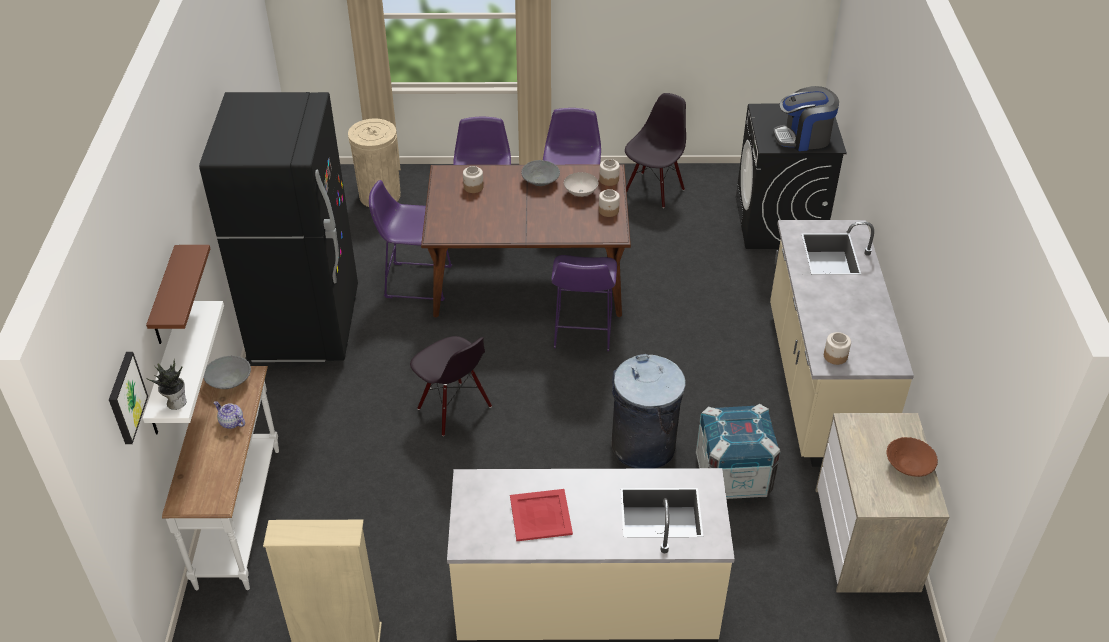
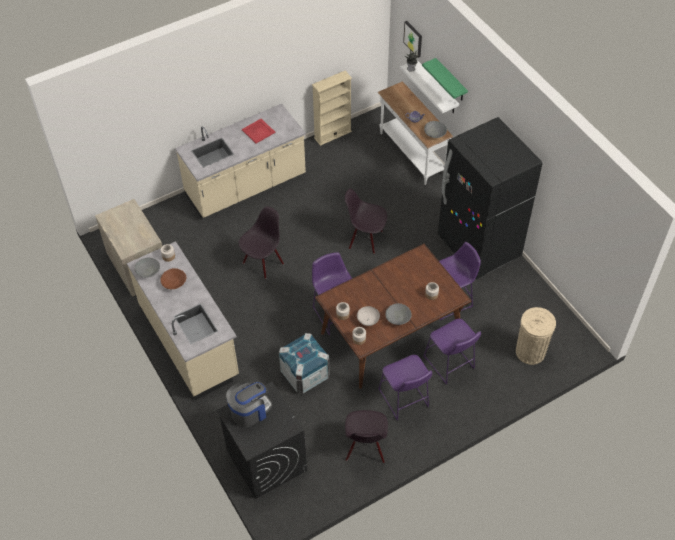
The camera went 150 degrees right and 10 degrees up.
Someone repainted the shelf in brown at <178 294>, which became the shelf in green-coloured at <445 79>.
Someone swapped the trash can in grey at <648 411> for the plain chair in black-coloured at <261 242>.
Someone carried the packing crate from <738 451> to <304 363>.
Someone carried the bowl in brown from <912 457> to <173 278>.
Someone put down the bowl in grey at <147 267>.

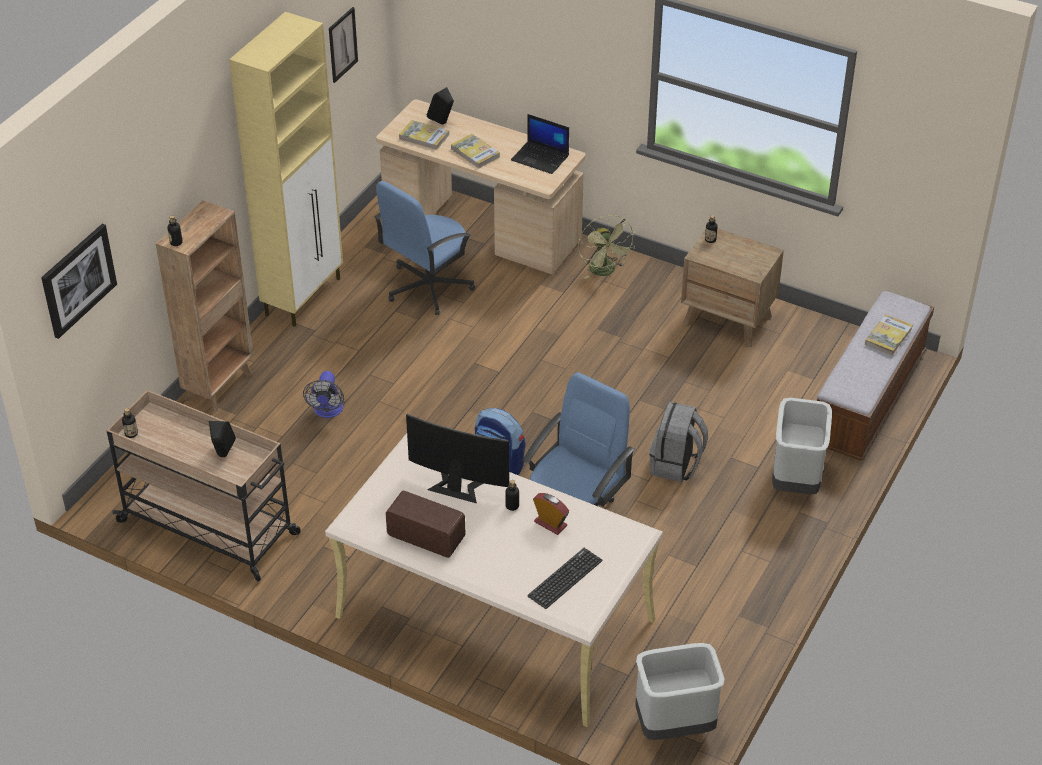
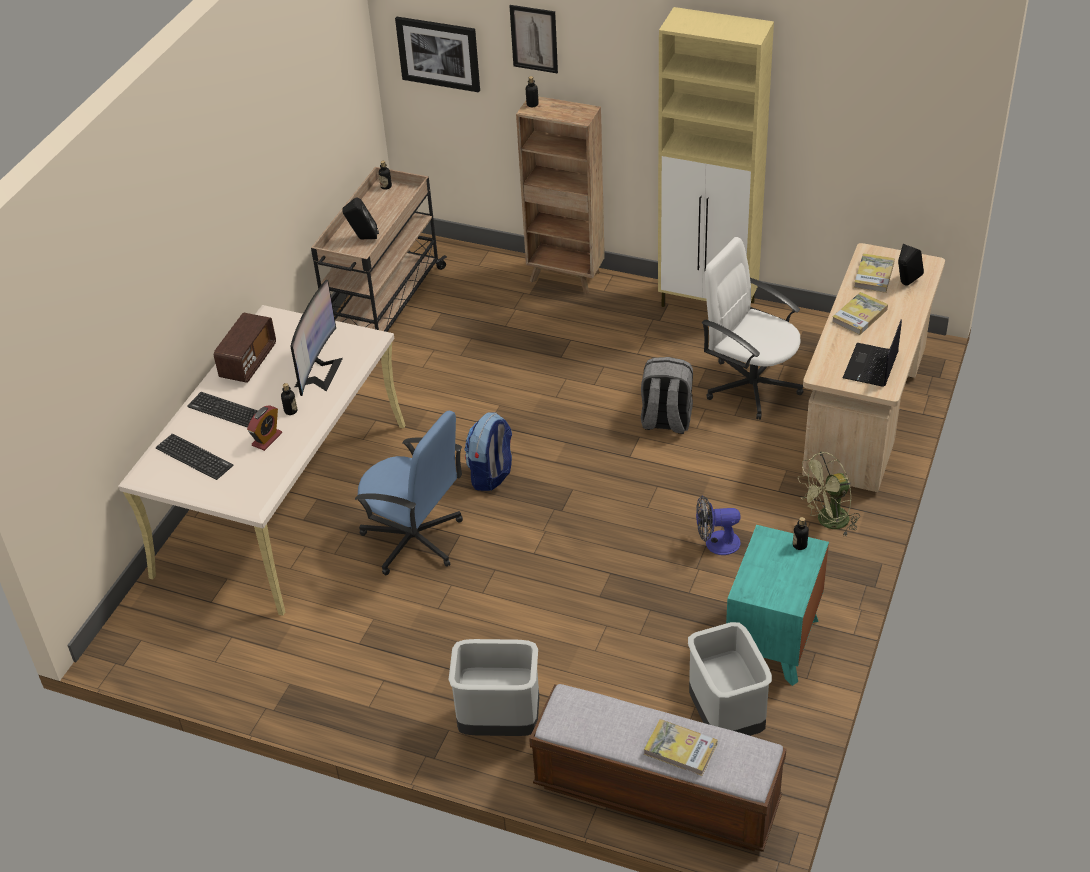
The camera went 85 degrees right and 0 degrees up.
Someone carried the picture from <343 45> to <534 39>.
Someone repainted the computer chair in blue-coloured at <424 248>, which became the computer chair in white at <753 328>.
Someone repainted the night table in brown at <732 288>, which became the night table in blue-green at <777 605>.
Someone carried the cooling fan from <323 394> to <718 525>.
Someone carried the backpack in grey from <678 442> to <667 395>.
Someone carried the trash can in grey from <680 691> to <730 679>.
Someone put down the computer keyboard at <222 410>.

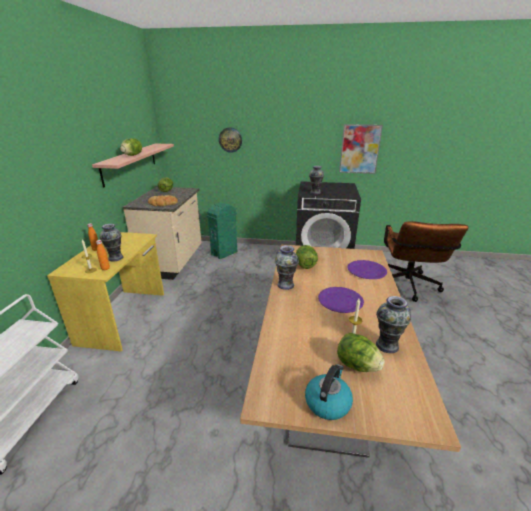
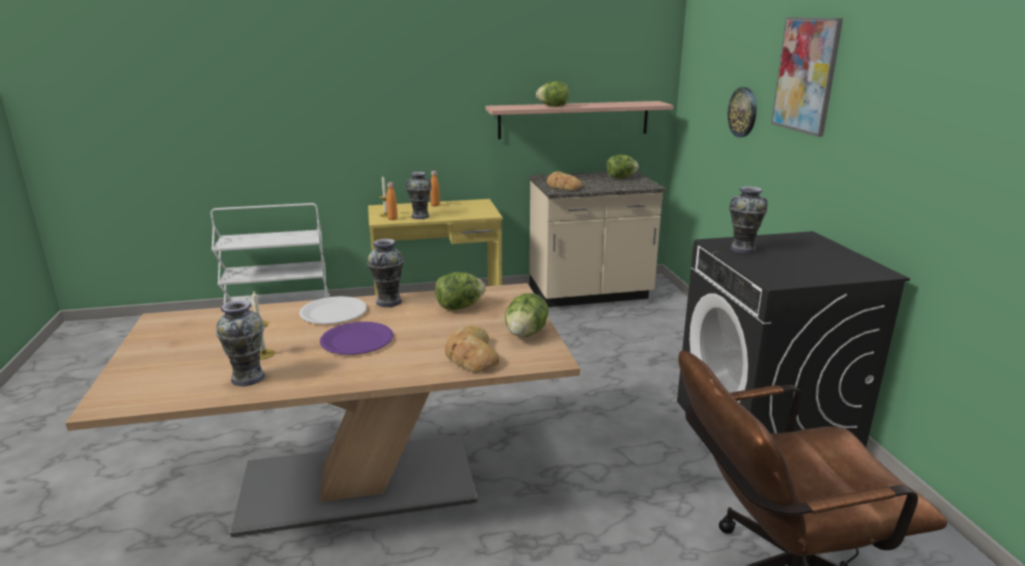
The camera went 70 degrees right and 5 degrees down.
Someone carried the picture from <361 149> to <807 77>.
Someone took away the trash can in green-coloured at <221 231>.
Someone swapped the dinner plate in purple at <367 269> for the baked bread at <472 349>.
Someone carried the head of lettuce from <361 352> to <527 315>.
Someone took away the kettle at <329 392>.
Someone put down the dinner plate in white at <333 310>.

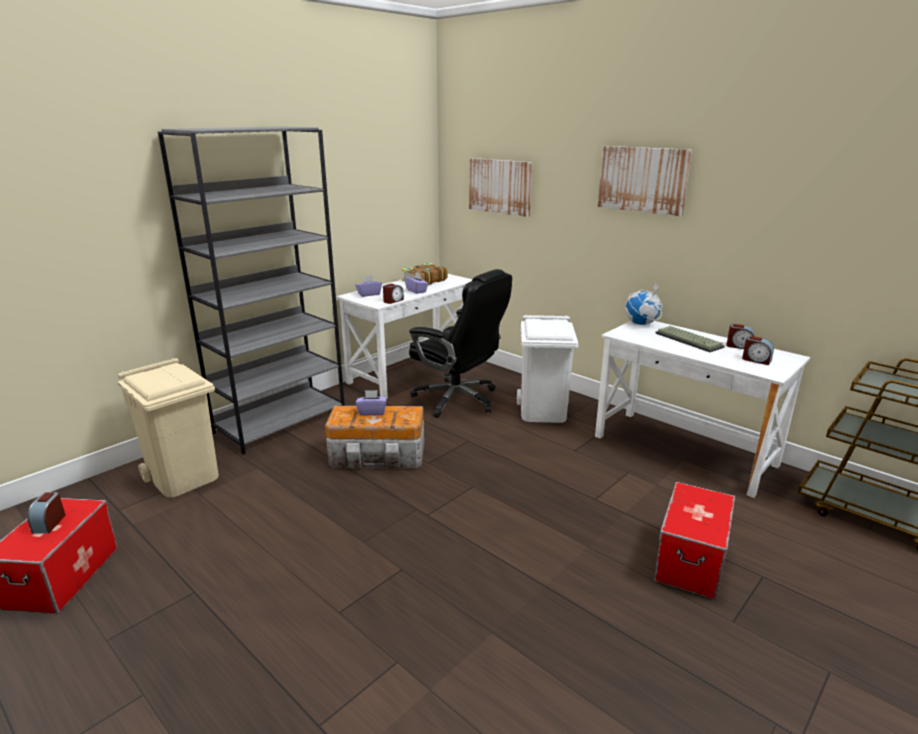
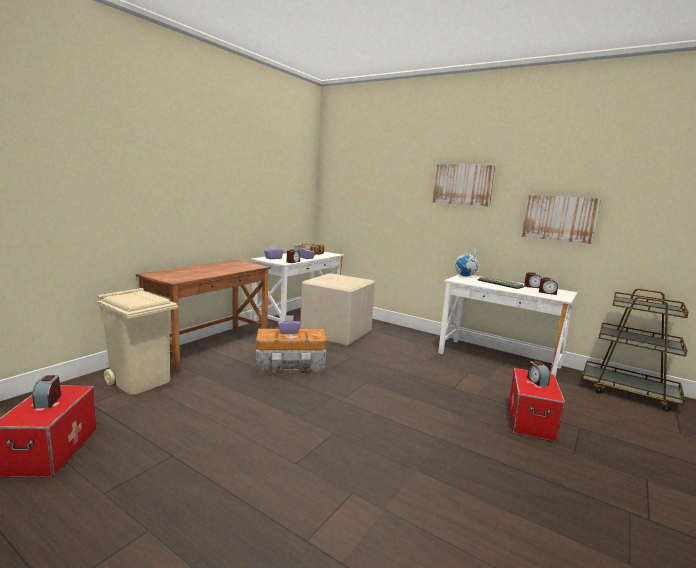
The camera went 10 degrees left and 10 degrees down.
Someone swapped the shelving unit in grey at <251 290> for the desk in brown at <203 315>.
Someone carried the picture from <500 187> to <561 219>.
Someone swapped the computer chair in black-coloured at <460 343> for the cardboard box at <337 309>.
Someone took away the trash can in white at <547 369>.
Someone put down the alarm clock at <538 373>.

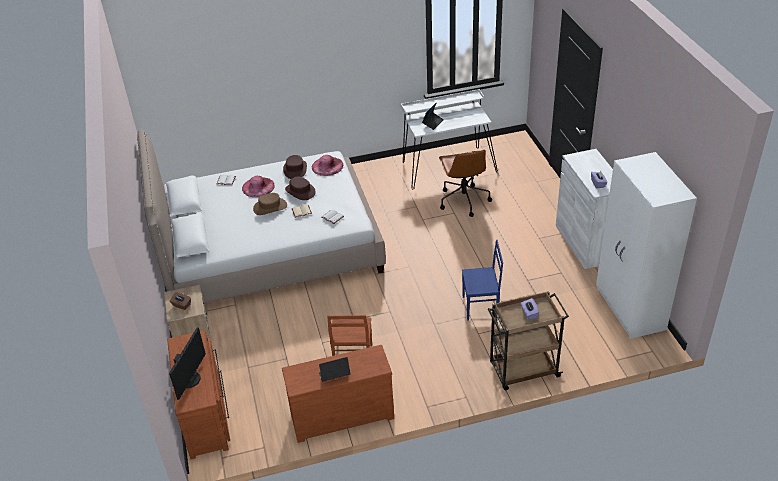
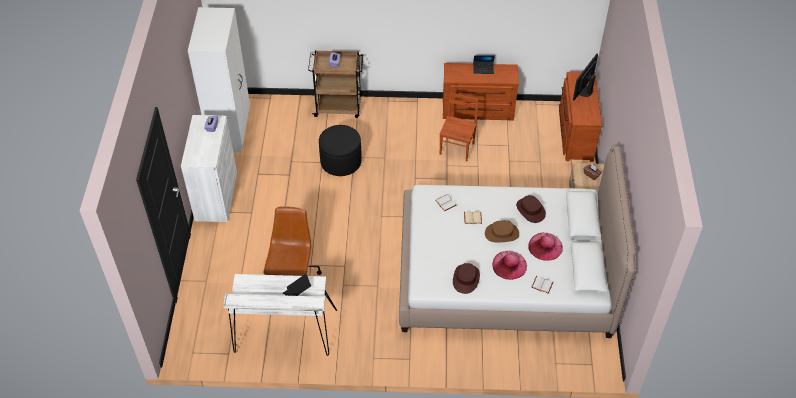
The camera went 165 degrees left and 10 degrees up.
Someone carried the hat in pink from <327 165> to <545 247>.
Someone carried the hat in brown from <300 188> to <531 209>.
Someone swapped the plain chair in blue-coloured at <482 280> for the ottoman in black-coloured at <340 150>.

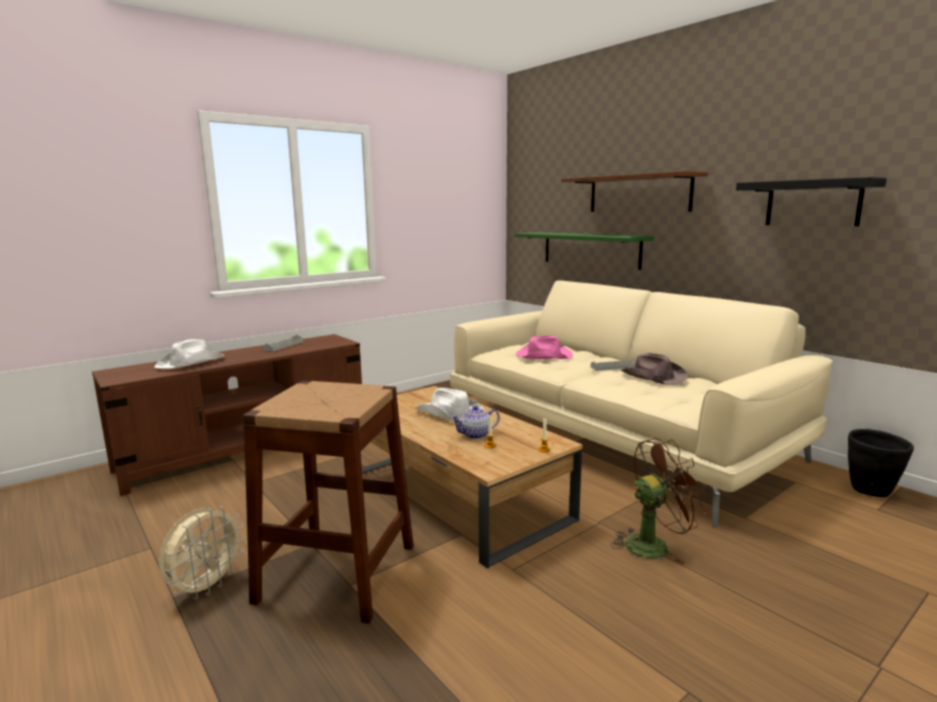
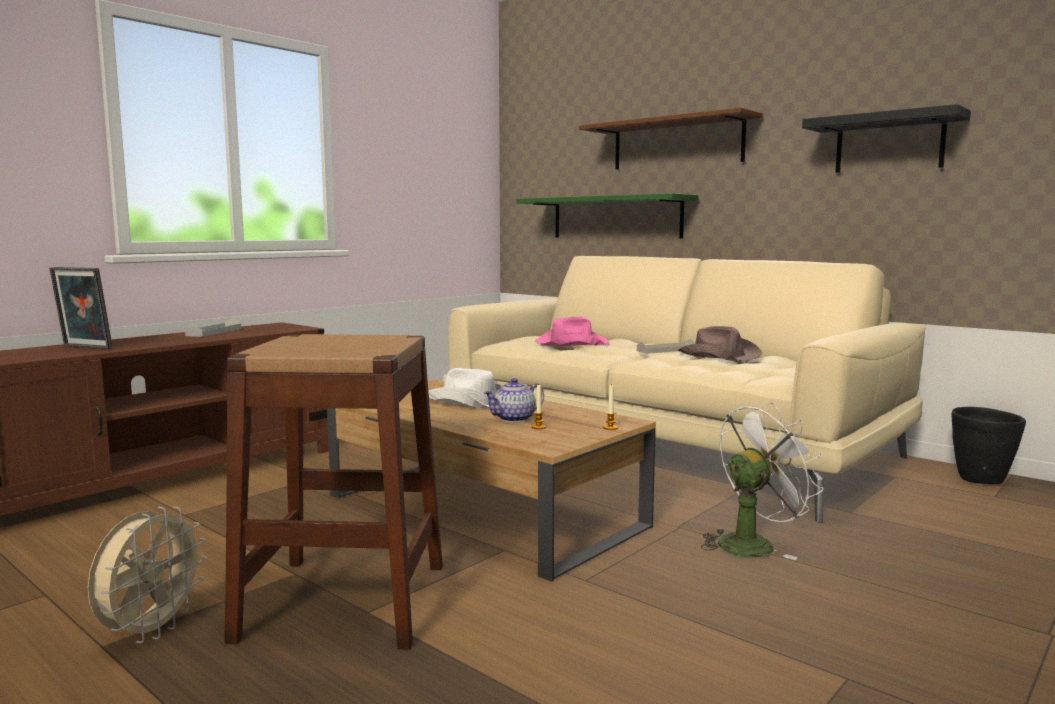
The camera went 10 degrees left and 5 degrees down.
Someone swapped the hat in white at <189 354> for the picture frame at <81 308>.
Someone repainted the cooling fan in brown at <659 501>, which became the cooling fan in white at <762 481>.

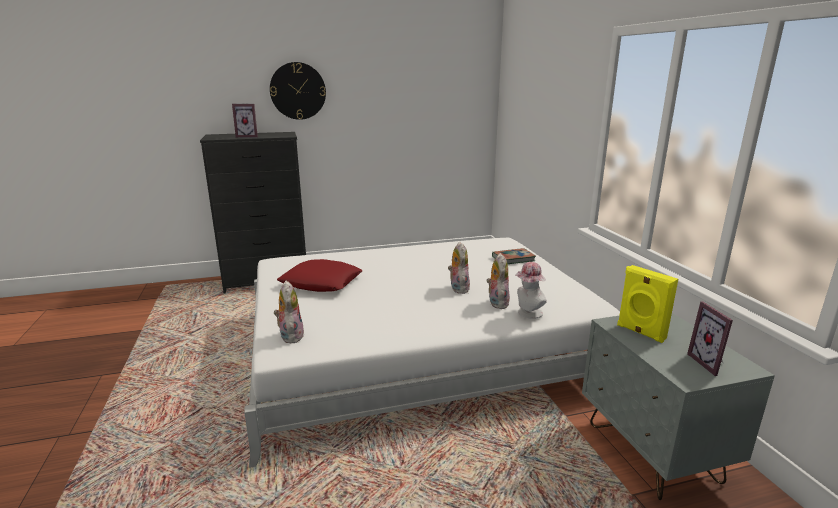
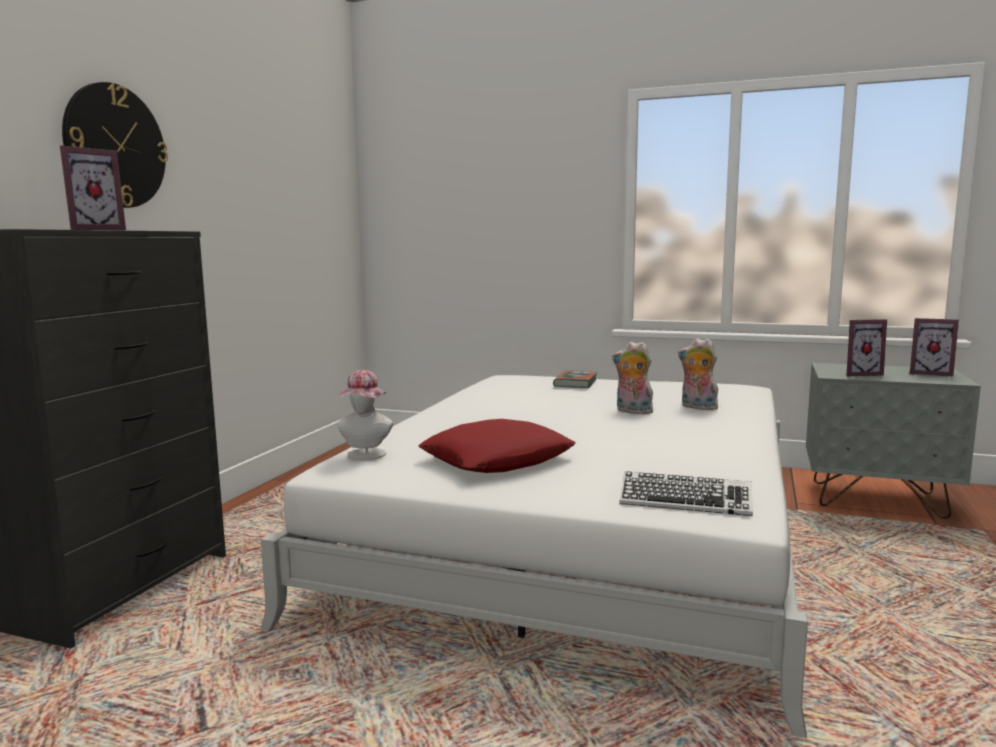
The camera went 55 degrees left and 10 degrees down.
Someone carried the hat from <531 290> to <365 415>.
Someone swapped the audio speaker in yellow at <647 304> for the picture frame at <867 348>.
Someone swapped the cuddly toy at <289 312> for the computer keyboard at <686 493>.

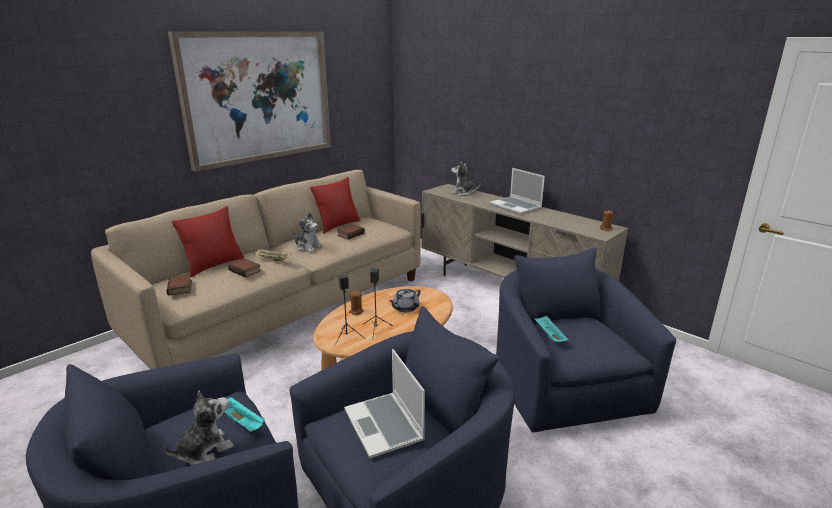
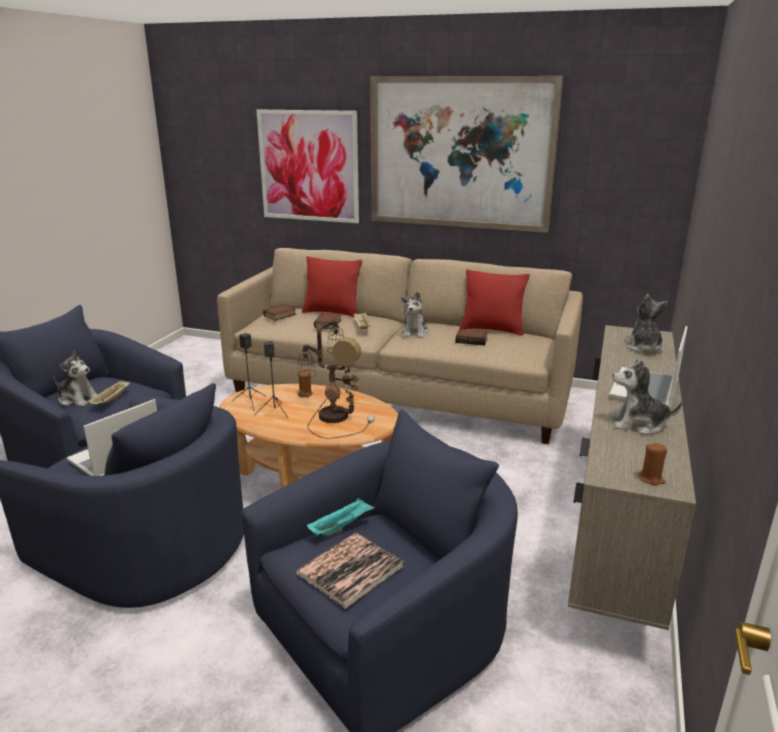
The camera went 65 degrees right and 0 degrees up.
Someone swapped the teapot in grey at <405 300> for the lamp for a table at <336 379>.
Someone repainted the serving tray in blue-green at <245 414>, which became the serving tray in sand-coloured at <108 392>.
Someone put up the picture at <308 166>.
Someone put down the cuddly toy at <646 396>.
Someone put down the bound book at <350 571>.

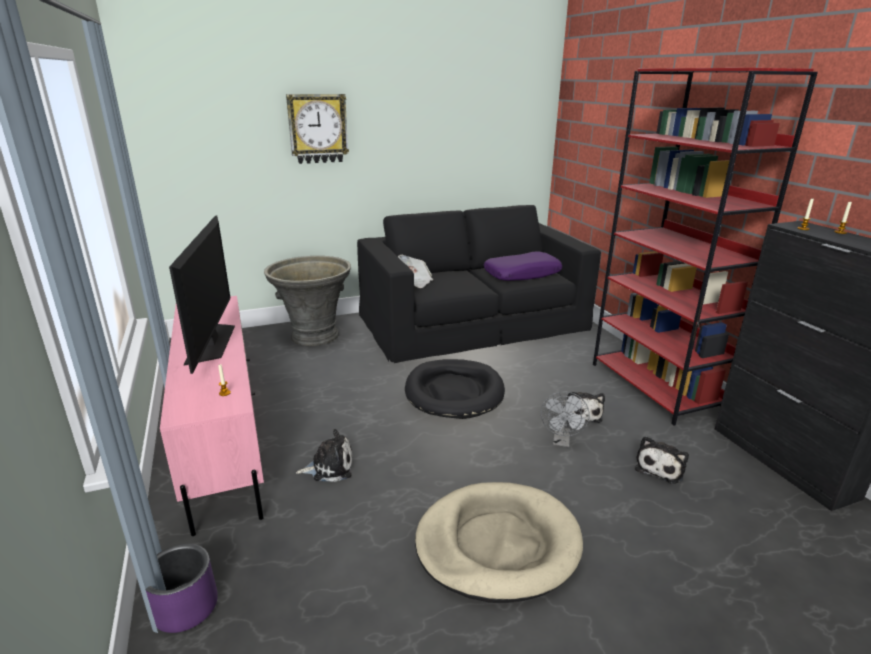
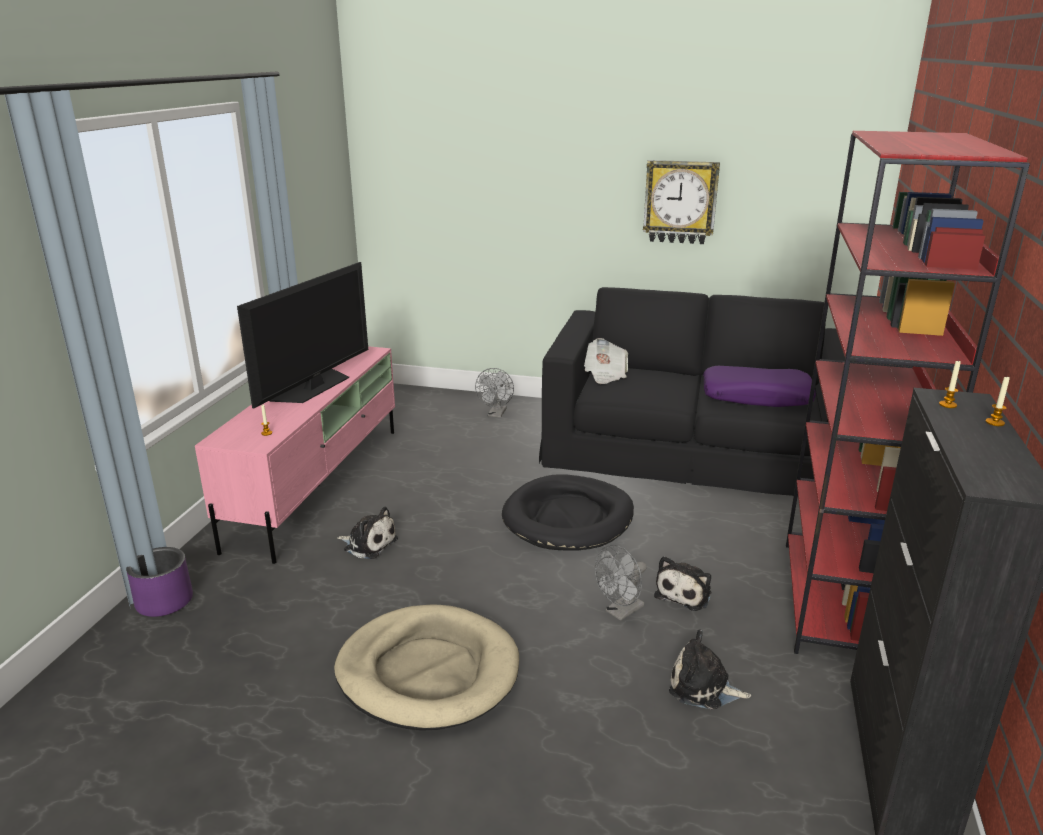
The camera went 35 degrees right and 0 degrees up.
Someone carried the clock on the wall from <317 129> to <681 202>.
Someone swapped the planter in grey at <307 301> for the cooling fan in grey at <494 393>.
Someone rotated the cuddly toy at <662 460> by 45 degrees clockwise.

